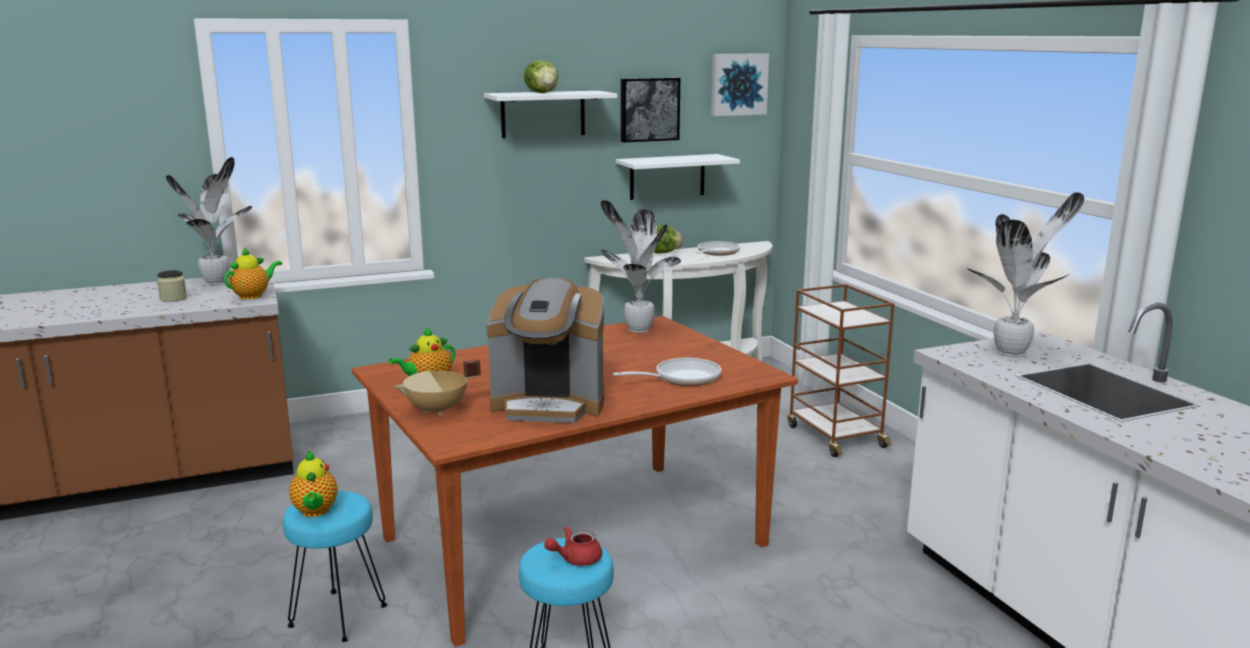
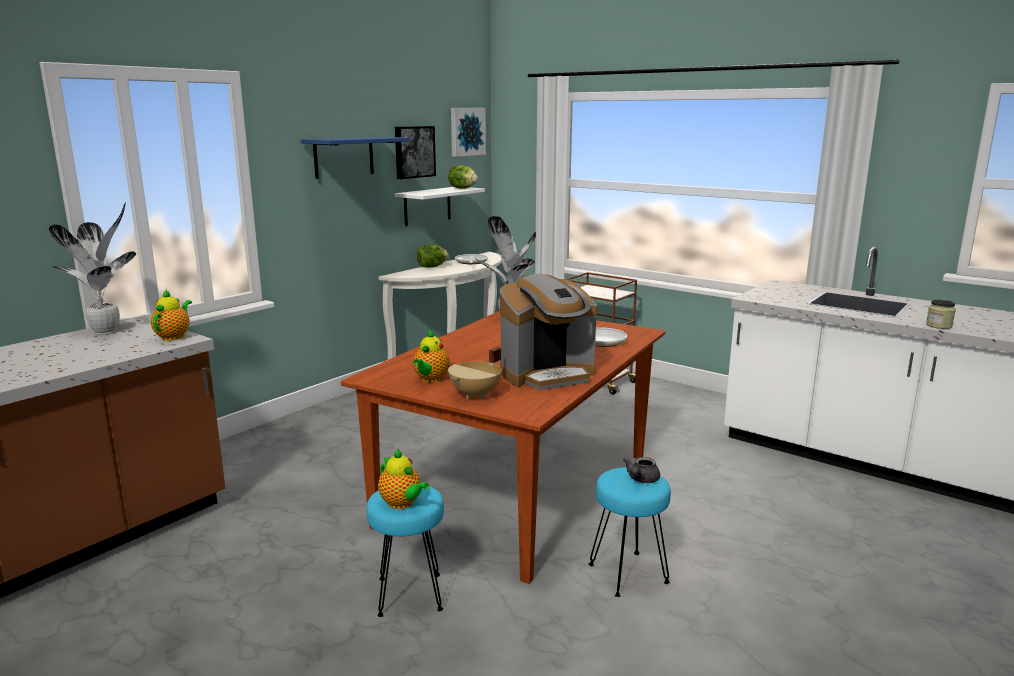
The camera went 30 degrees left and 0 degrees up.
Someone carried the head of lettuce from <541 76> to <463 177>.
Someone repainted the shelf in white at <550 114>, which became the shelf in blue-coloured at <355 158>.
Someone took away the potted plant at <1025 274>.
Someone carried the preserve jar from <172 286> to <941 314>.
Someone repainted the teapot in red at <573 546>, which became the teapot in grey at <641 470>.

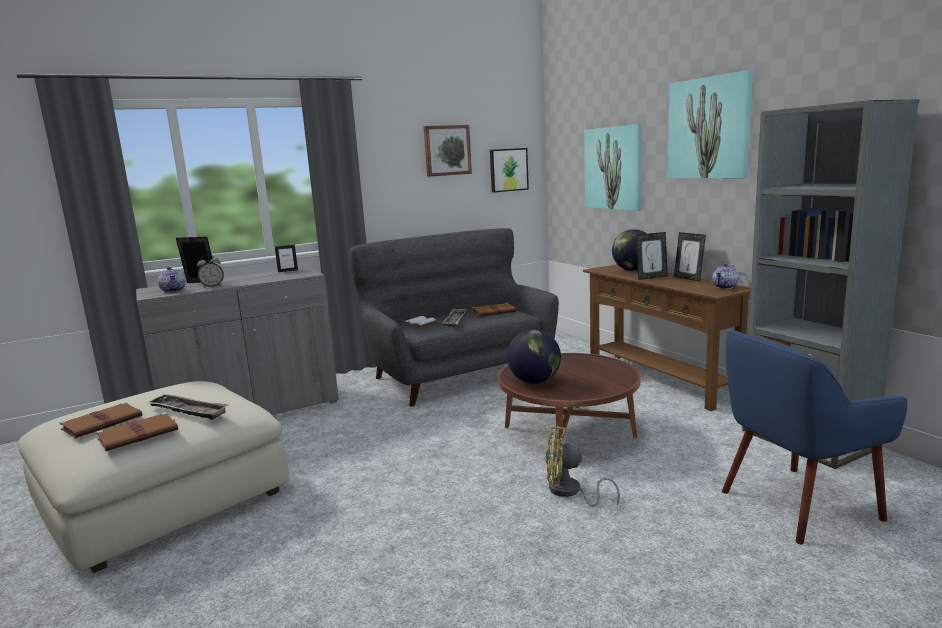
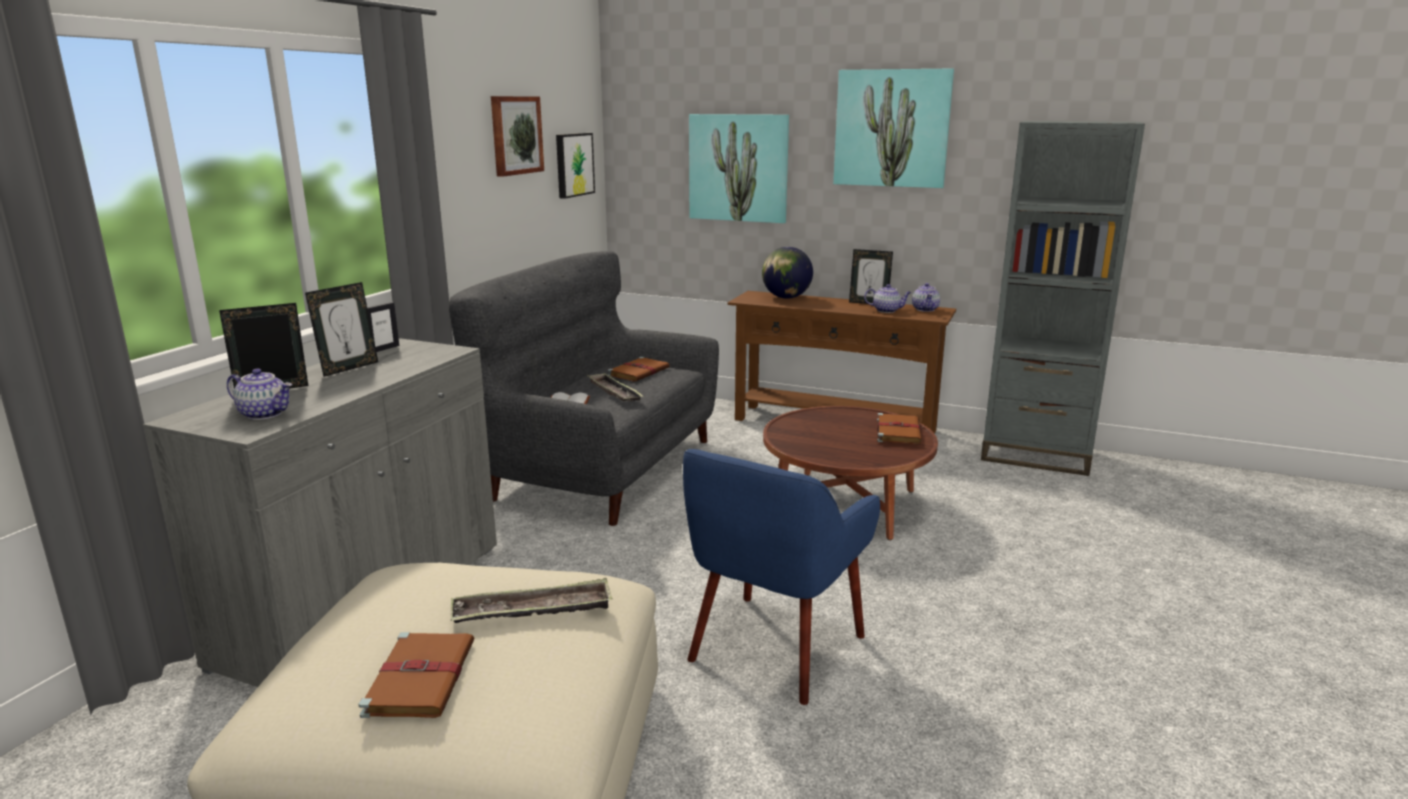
The camera went 40 degrees left and 5 degrees up.
Someone carried the picture frame from <652 256> to <341 329>.
Someone took away the alarm clock at <210 271>.
Someone took away the world globe at <534 357>.
Someone carried the lounge chair in blue-coloured from <814 437> to <781 577>.
Someone carried the bound book in brown from <137 431> to <899 428>.
Someone took away the cooling fan in yellow at <582 466>.
Someone put down the teapot at <887 298>.

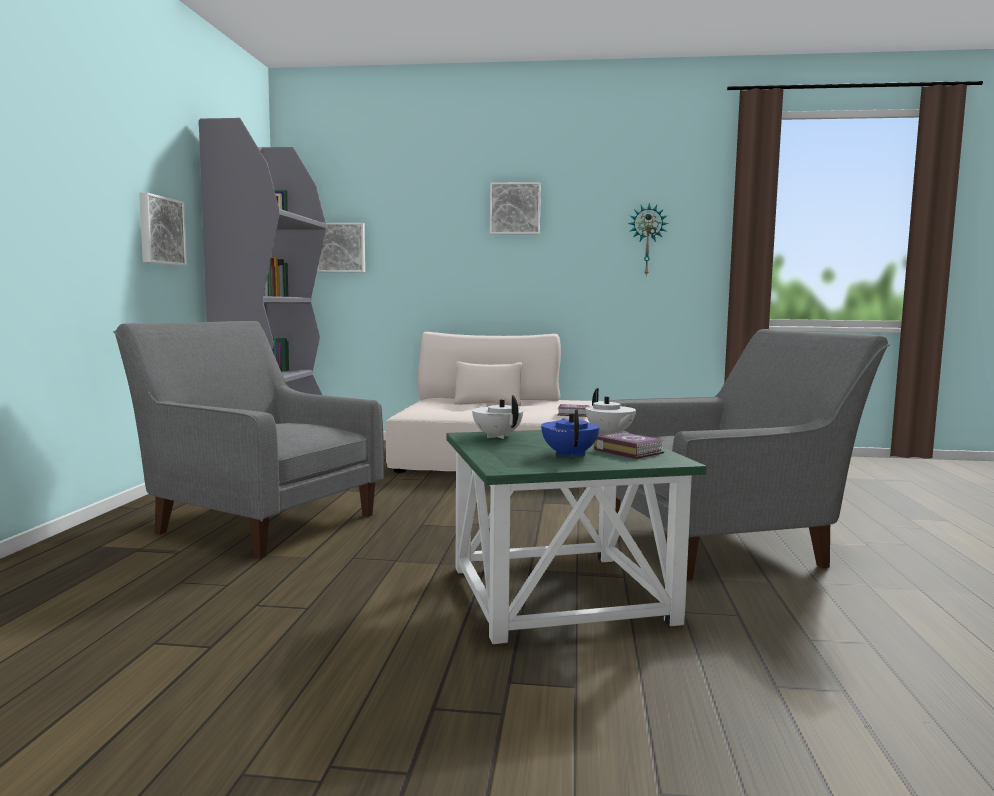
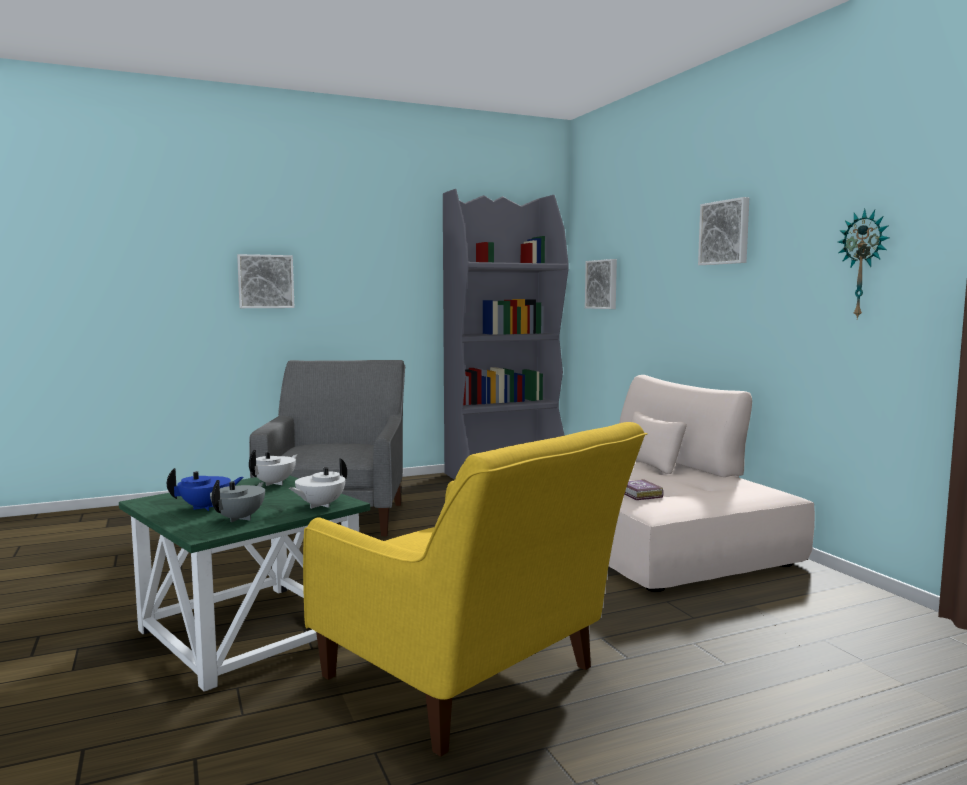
The camera went 60 degrees right and 0 degrees up.
Someone carried the picture from <163 229> to <266 281>.
Someone repainted the lounge chair in grey at <749 454>, which became the lounge chair in yellow at <475 589>.
Someone swapped the bound book at <629 445> for the teapot in grey at <237 501>.

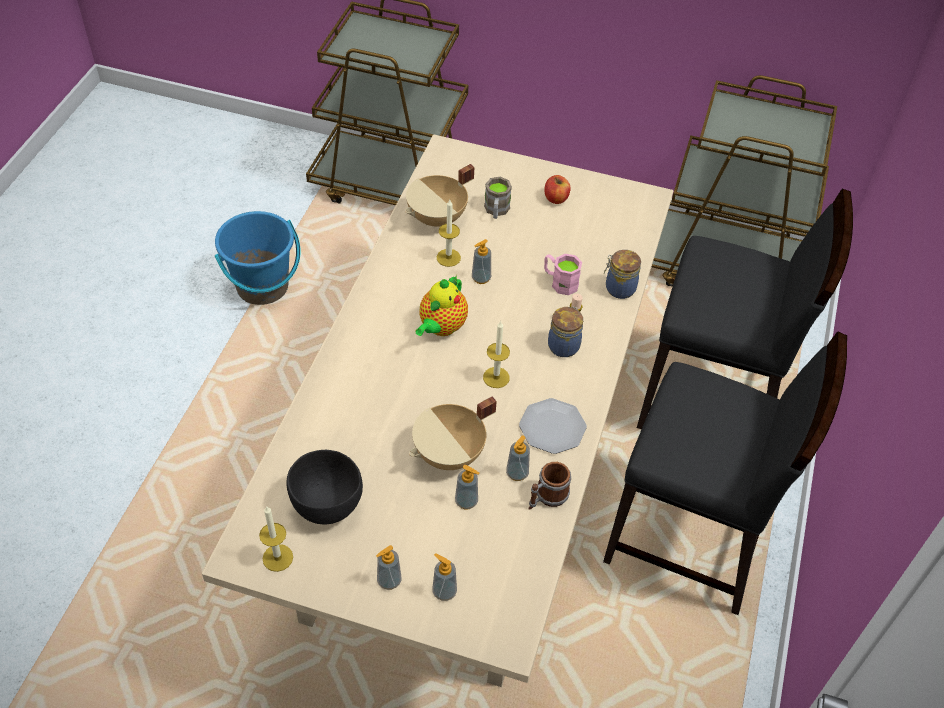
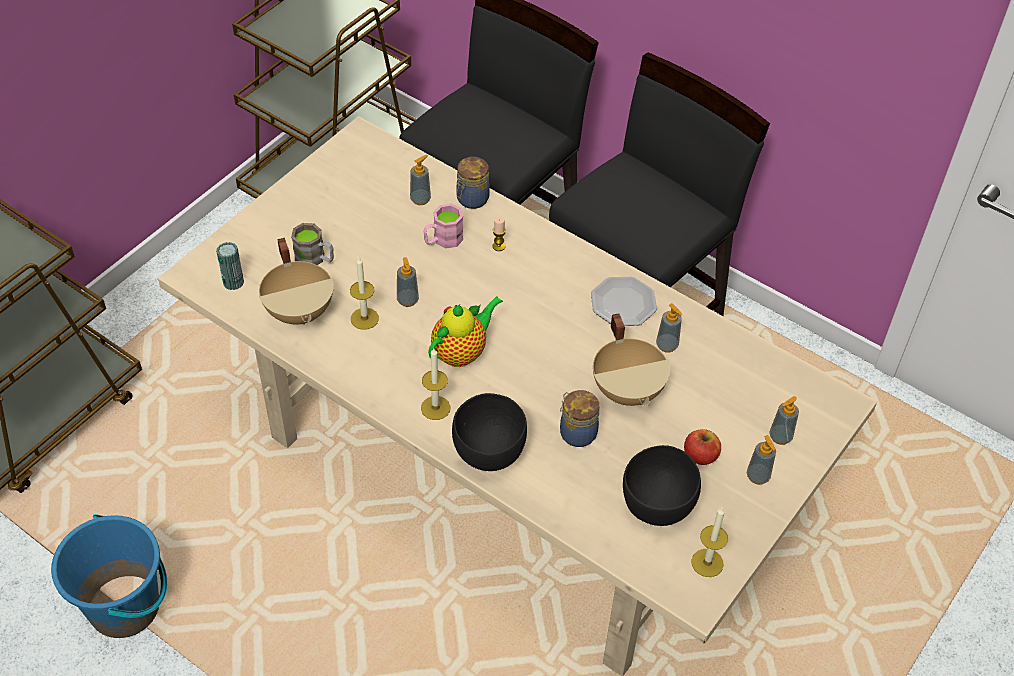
The camera went 70 degrees left and 0 degrees up.
Someone carried the whole apple from <557 189> to <702 447>.
Someone rotated the teapot at <441 305> by 90 degrees counterclockwise.
Someone carried the preserve jar from <565 332> to <579 418>.
Someone carried the candle from <496 354> to <435 384>.
Someone took away the mug at <550 485>.
Someone carried the liquid soap bottle from <467 487> to <420 180>.
Someone put down the metal can at <230 266>.
Someone put down the bowl in black-coloured at <489 432>.

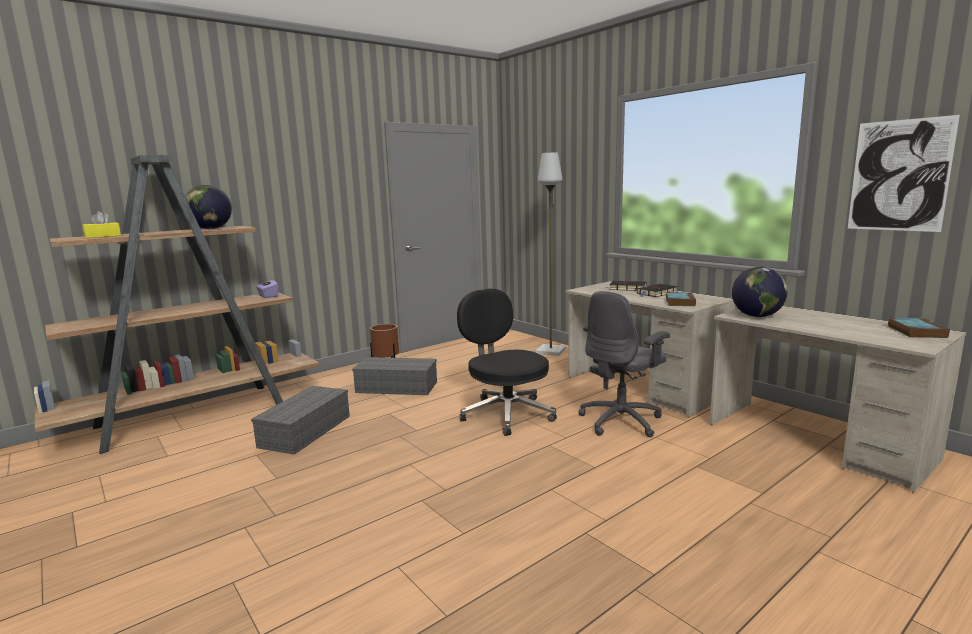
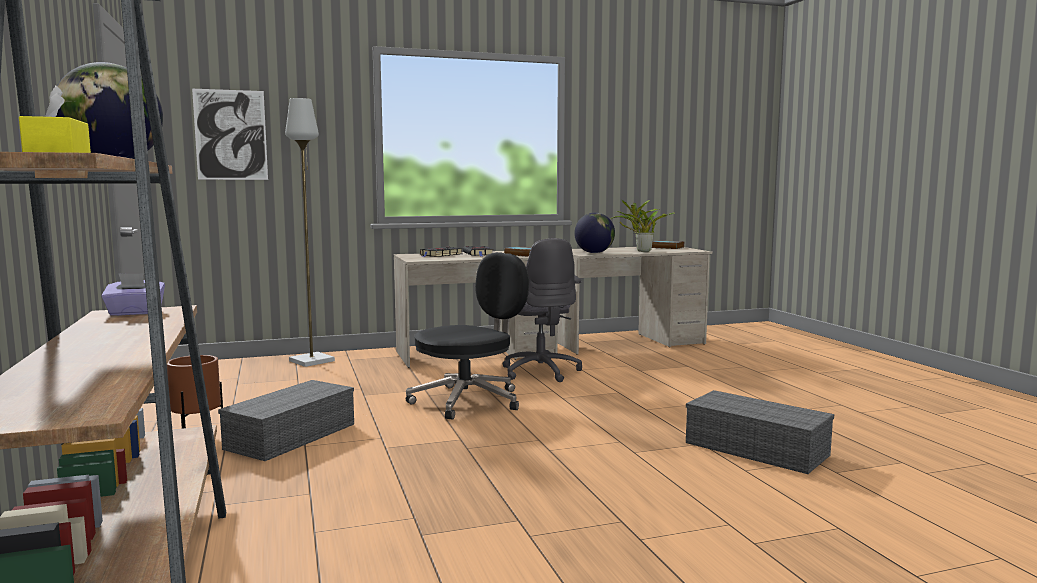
The camera went 70 degrees left and 5 degrees down.
Someone carried the picture from <904 173> to <230 134>.
Someone rotated the computer chair in black-coloured at <507 362> by 150 degrees clockwise.
Someone carried the storage container in grey from <300 420> to <760 432>.
Someone put down the potted plant at <642 225>.

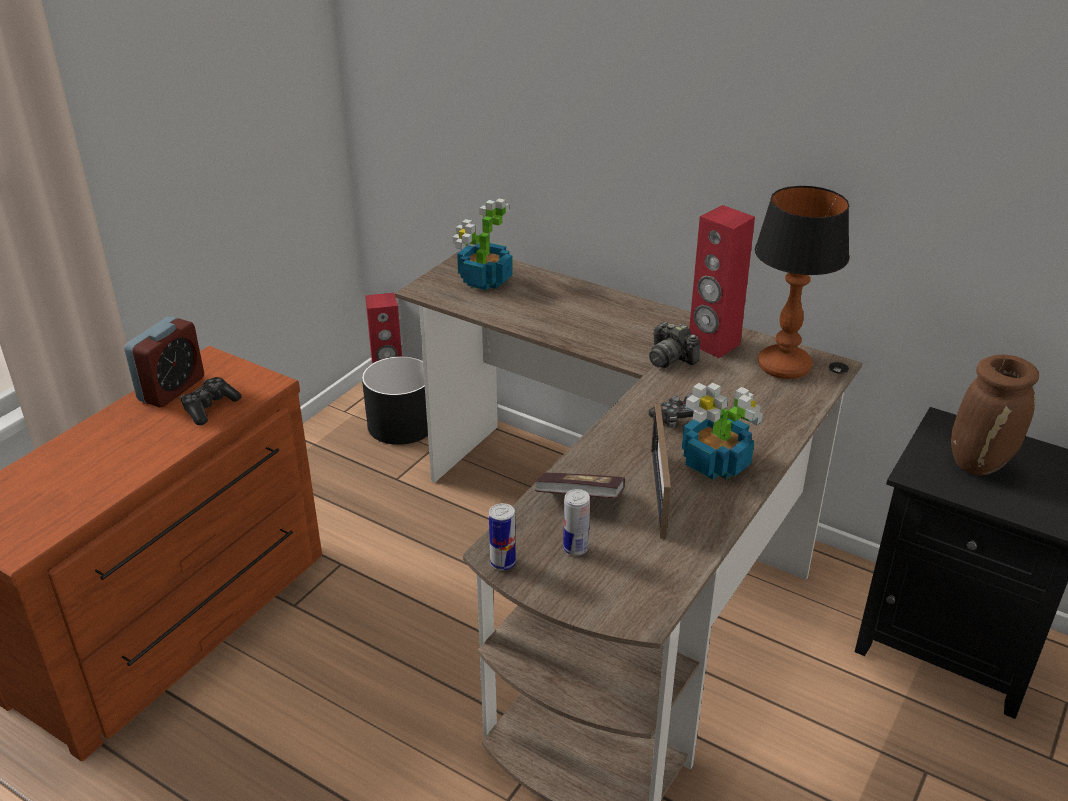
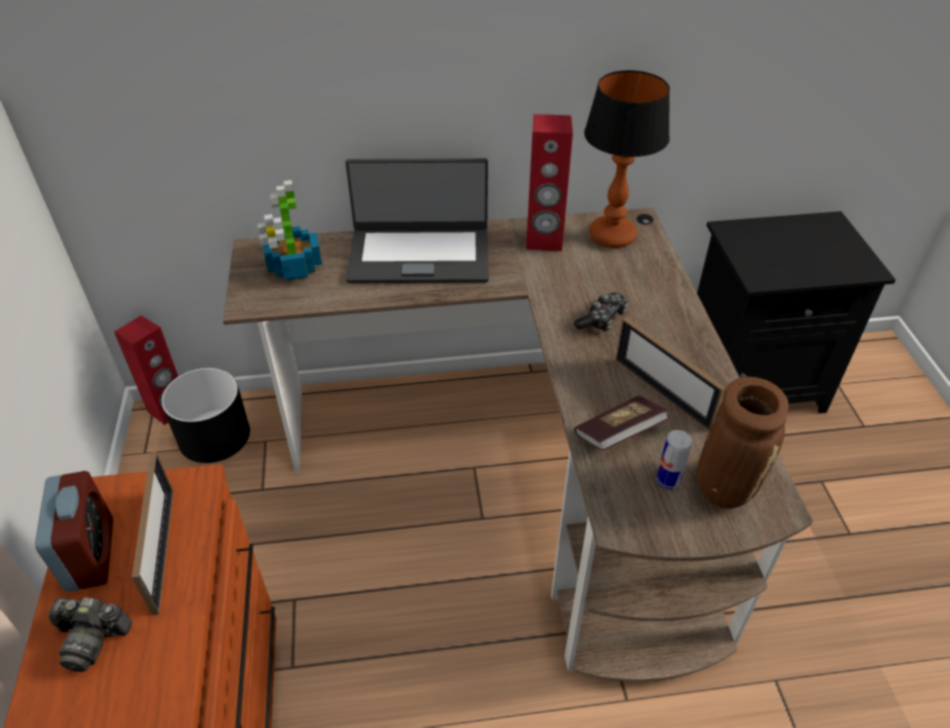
The camera went 40 degrees left and 10 degrees up.
Someone carried the still camera from <674 345> to <90 634>.
Someone carried the decorative vase in brown from <995 415> to <742 443>.
Someone swapped the joypad at <211 401> for the picture frame at <153 533>.
Someone took away the potted plant at <722 431>.
Someone took away the metal can at <502 537>.
Someone put down the notebook computer at <417 220>.

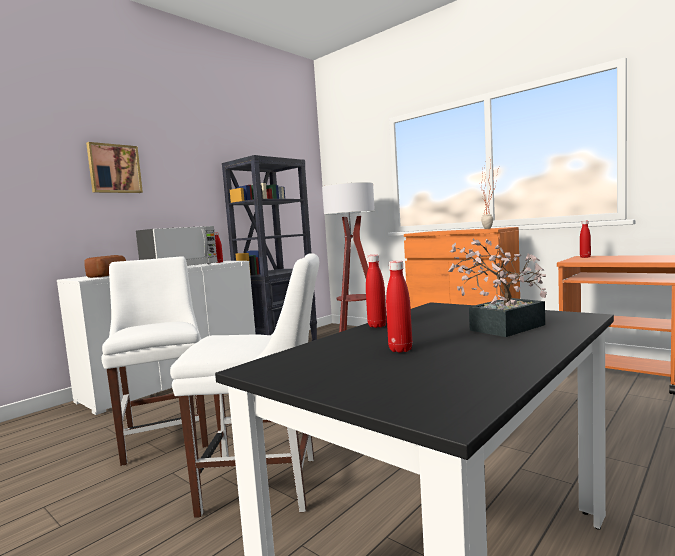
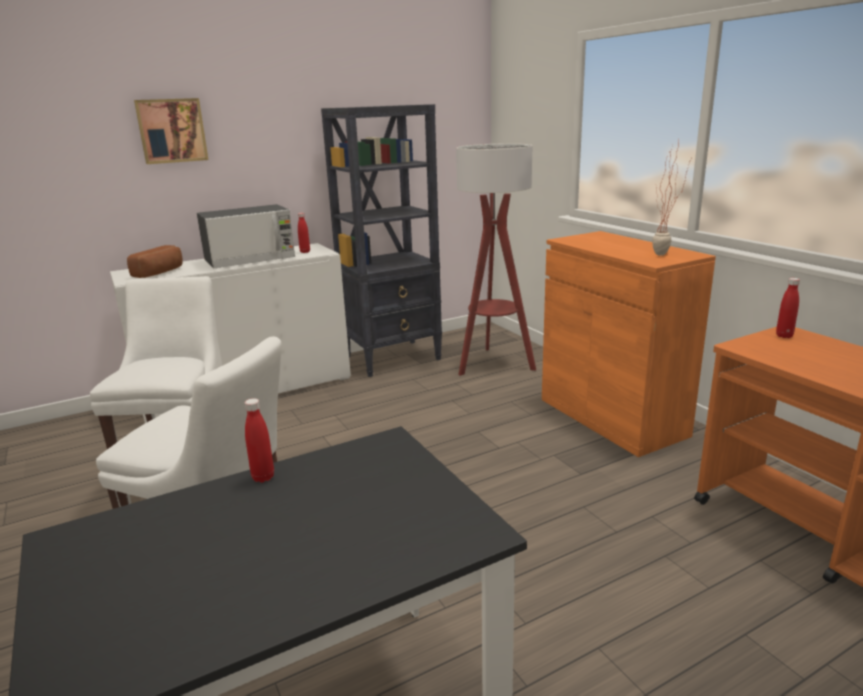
The camera went 20 degrees right and 15 degrees up.
Someone took away the potted plant at <497 288>.
Someone took away the beverage bottle in red at <399 306>.

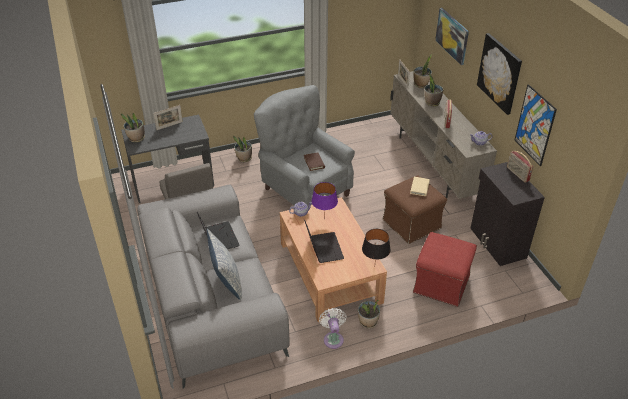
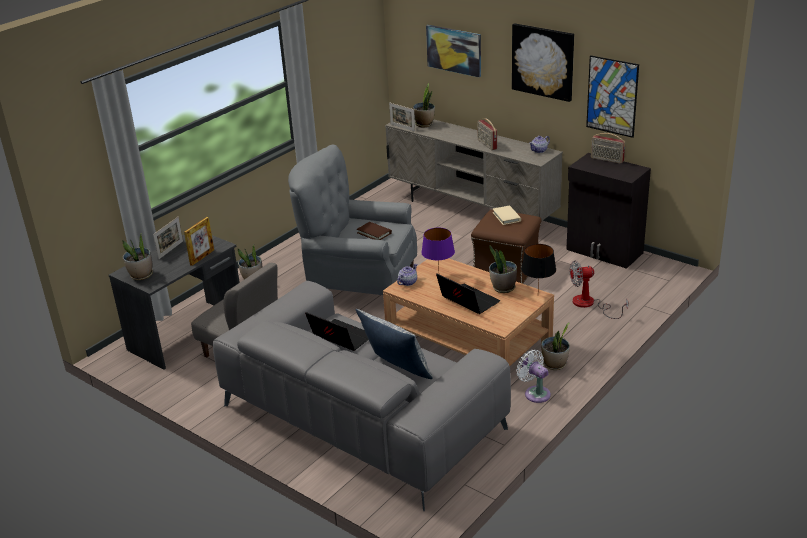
The camera went 30 degrees left and 10 degrees down.
Someone carried the potted plant from <433 89> to <503 269>.
Someone swapped the ottoman in red at <445 269> for the cooling fan at <599 289>.
Someone put down the picture frame at <199 241>.

